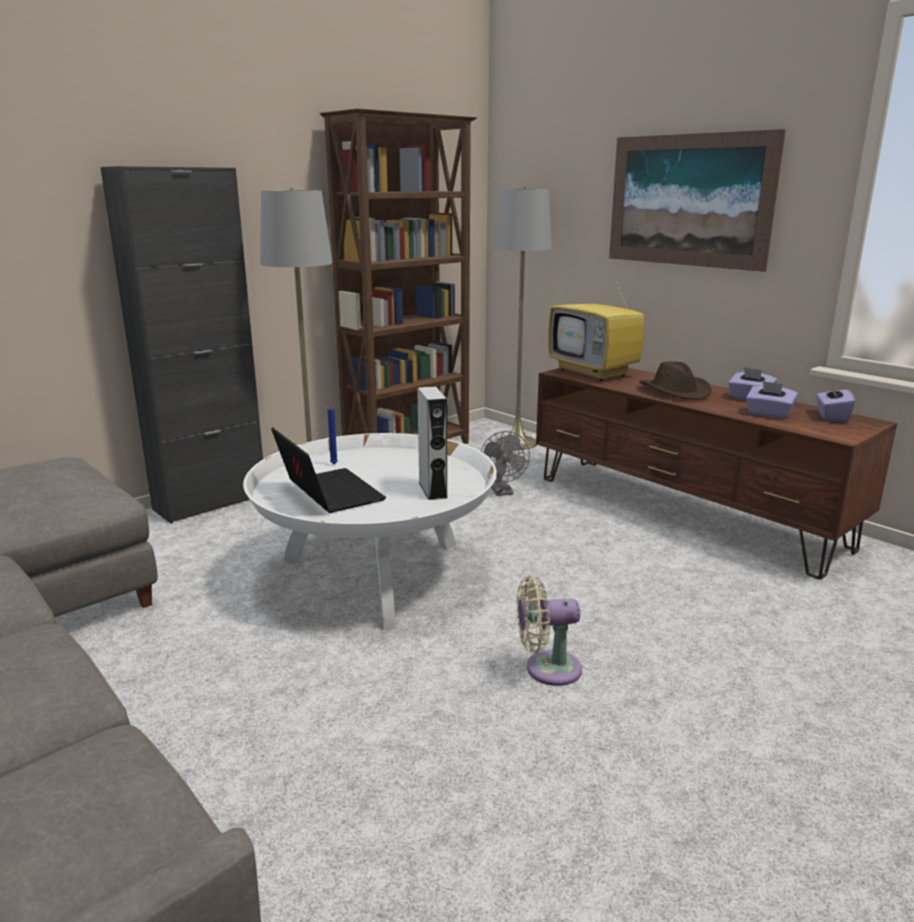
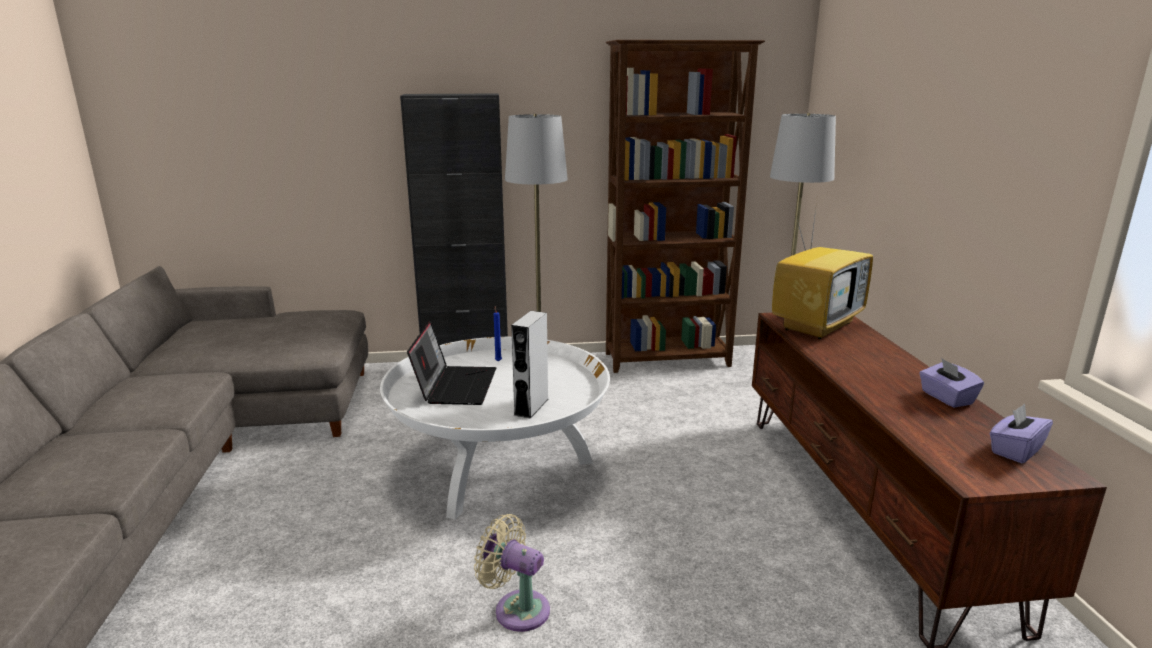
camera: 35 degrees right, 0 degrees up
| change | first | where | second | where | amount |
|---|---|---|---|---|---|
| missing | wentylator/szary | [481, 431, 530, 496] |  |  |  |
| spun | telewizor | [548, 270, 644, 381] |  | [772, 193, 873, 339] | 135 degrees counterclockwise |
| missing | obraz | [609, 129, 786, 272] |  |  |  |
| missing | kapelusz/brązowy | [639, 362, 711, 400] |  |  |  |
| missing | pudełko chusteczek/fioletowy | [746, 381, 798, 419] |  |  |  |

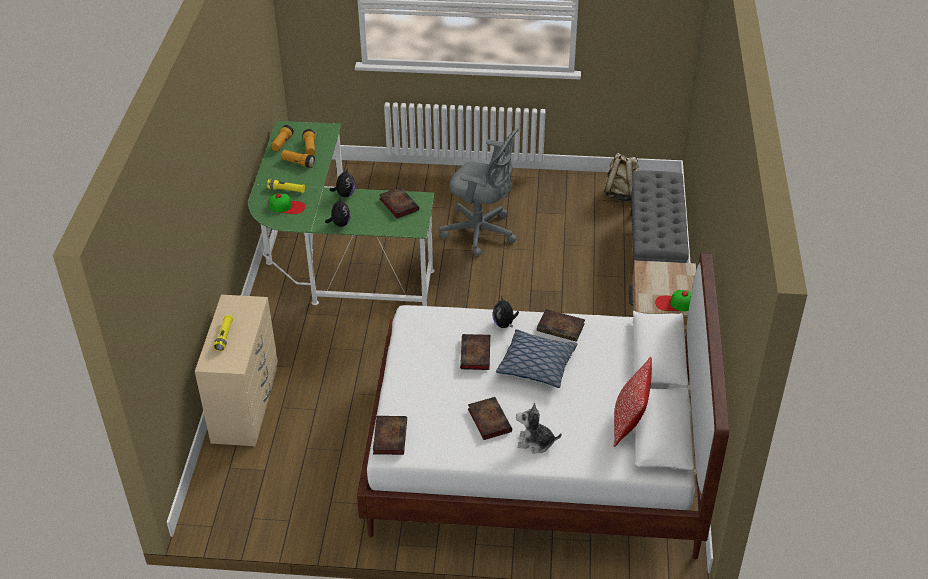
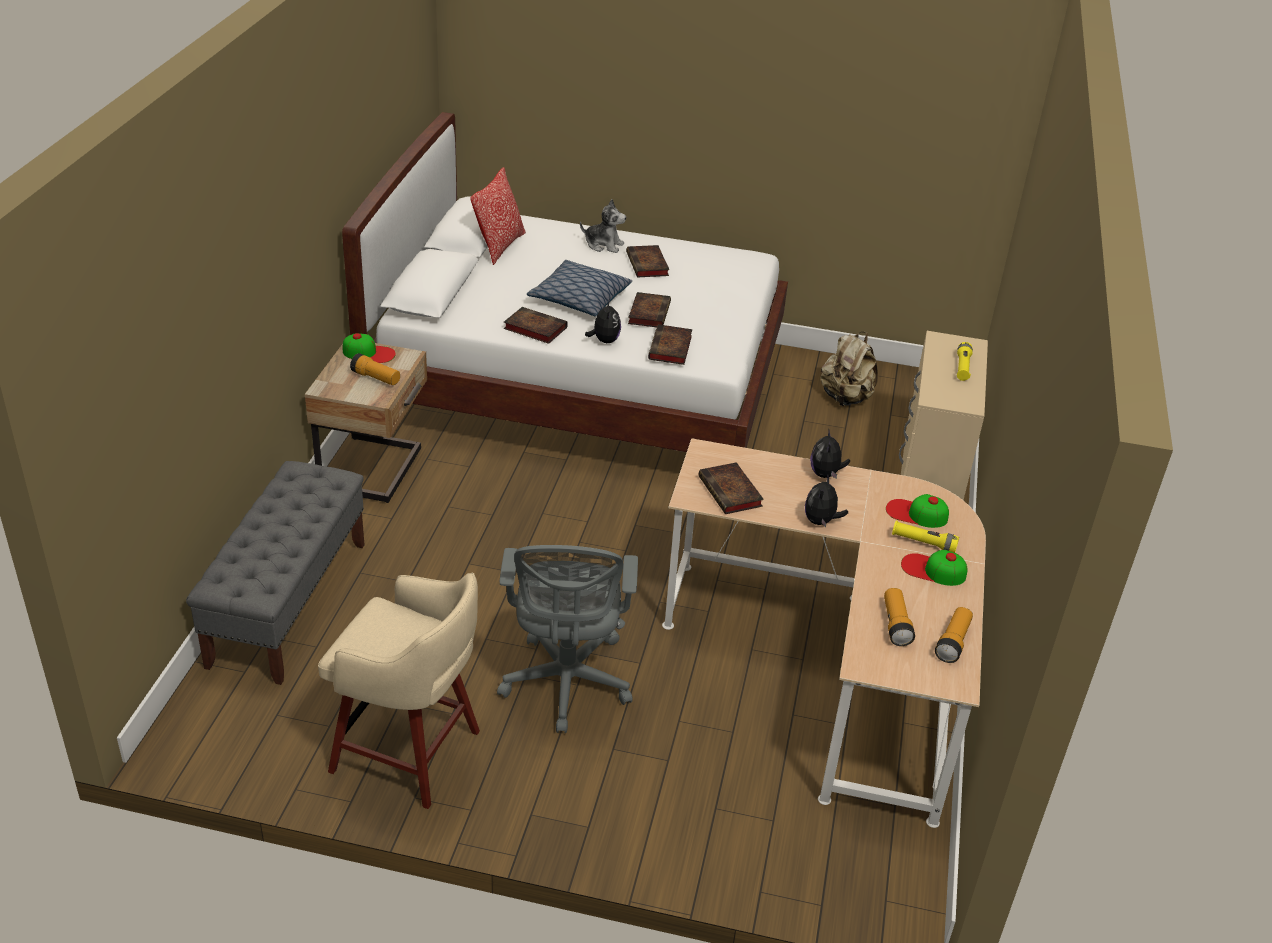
camera: 175 degrees left, 5 degrees down
| change | first | where | second | where | amount |
|---|---|---|---|---|---|
| colour | biurko/zielony | [248, 121, 435, 306] | biurko/beżowy | [662, 438, 986, 828] |  |
| relocated | latarka | [281, 150, 315, 168] |  | [350, 353, 400, 385] |  |
| relocated | książka | [373, 416, 407, 455] |  | [648, 324, 692, 365] |  |
| spun | krzesło biurowe/szary | [439, 128, 519, 256] |  | [497, 545, 638, 733] | 120 degrees counterclockwise |
| relocated | plecak/beżowy | [604, 153, 640, 201] |  | [820, 332, 878, 406] |  |
| appeared |  |  | stołek/beżowy | [318, 572, 480, 809] |  |
| appeared |  |  | czapka z daszkiem | [901, 550, 968, 586] |  |

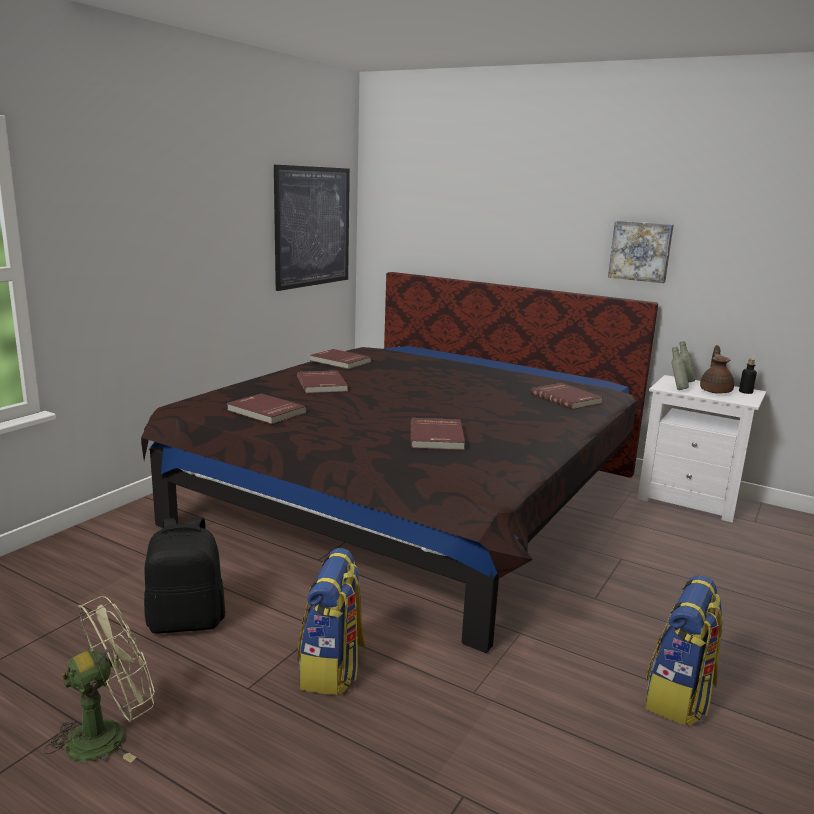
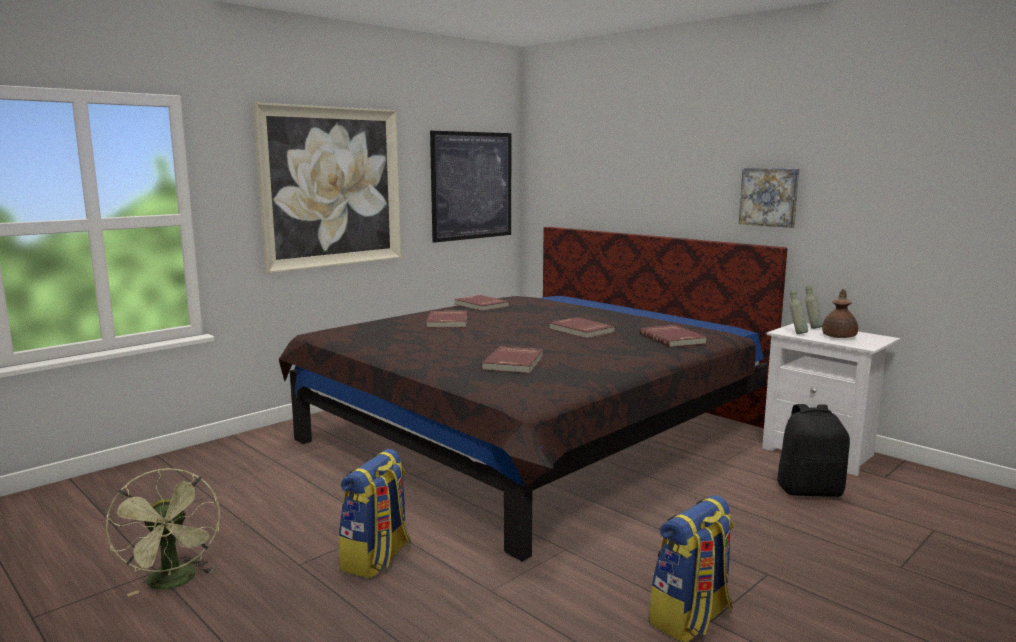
camera: 15 degrees right, 5 degrees down
| change | first | where | second | where | amount |
|---|---|---|---|---|---|
| spun | wentylator/zielony | [44, 596, 155, 762] |  | [106, 468, 220, 597] | 90 degrees clockwise |
| relocated | plecak/czarny | [144, 517, 225, 634] |  | [777, 404, 850, 497] |  |
| relocated | książka/czerwony | [227, 393, 307, 424] |  | [549, 317, 616, 339] |  |
| missing | butelka | [739, 359, 757, 394] |  |  |  |
| appeared |  |  | obraz | [252, 102, 401, 273] |  |

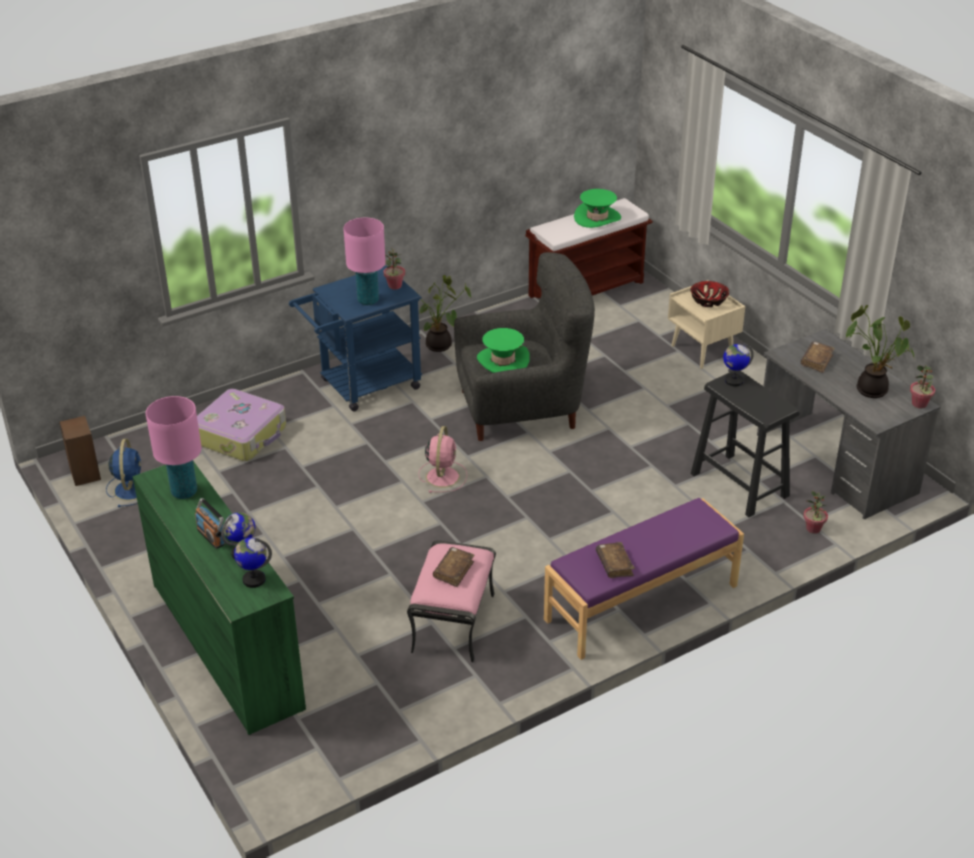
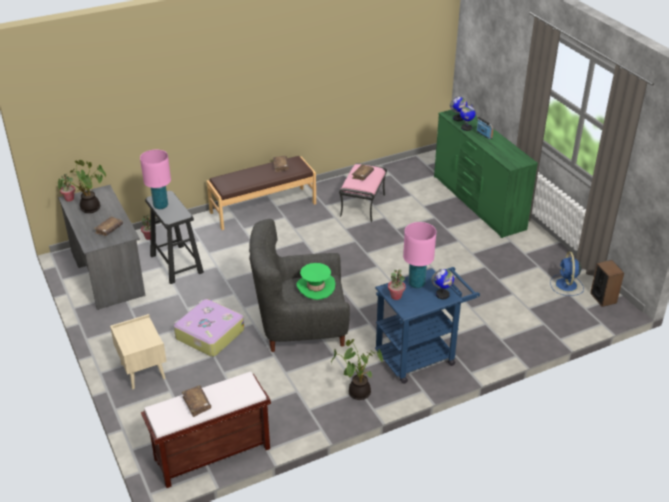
camera: 175 degrees left, 0 degrees up
| change | first | where | second | where | amount |
|---|---|---|---|---|---|
| relocated | lampa stołowa/różowy | [146, 396, 202, 499] |  | [140, 149, 171, 209] |  |
| relocated | walizka | [197, 389, 286, 461] |  | [174, 299, 244, 357] |  |
| missing | wentylator/różowy | [418, 426, 467, 493] |  |  |  |
| colour | ławka/fioletowy | [544, 498, 744, 660] | ławka/brązowy | [207, 156, 316, 230] |  |
| exchanged | kapelusz/zielony | [574, 189, 621, 228] | książka/brązowy | [182, 386, 211, 417] |  |
| missing | miska | [690, 281, 729, 307] |  |  |  |
| relocated | globus | [723, 343, 754, 387] |  | [431, 269, 454, 299] |  |

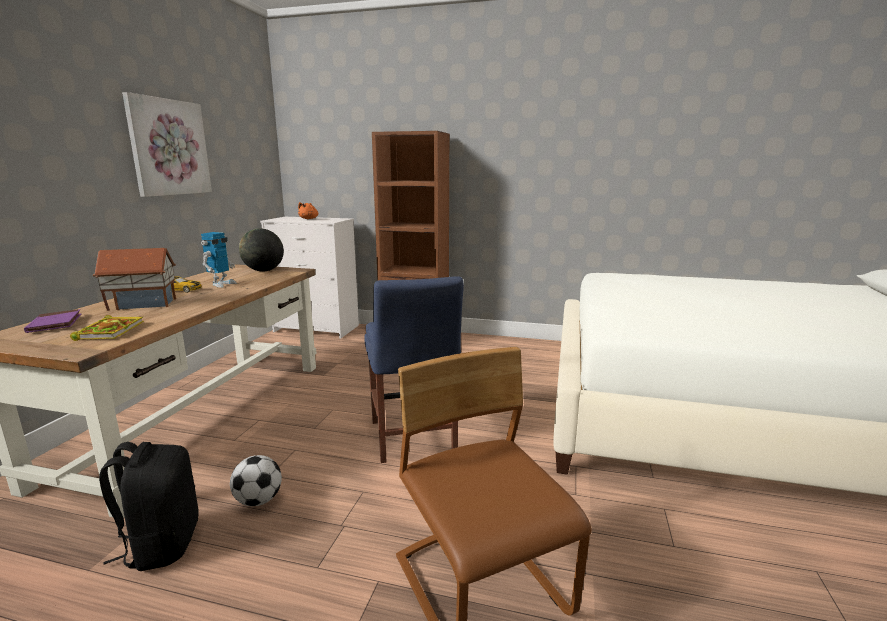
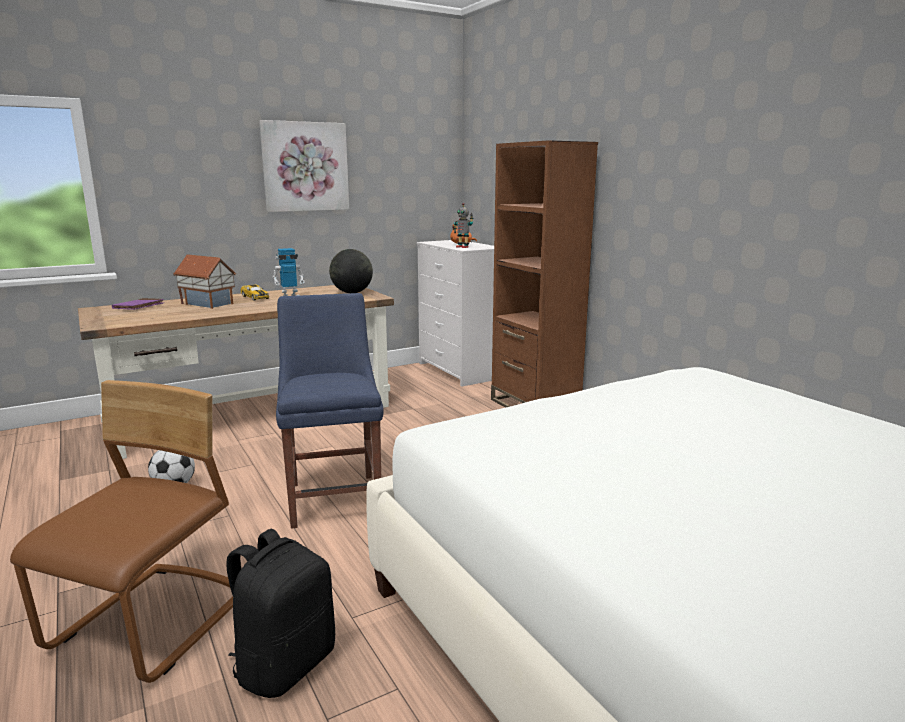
camera: 45 degrees right, 0 degrees up
| change | first | where | second | where | amount |
|---|---|---|---|---|---|
| missing | książka | [70, 315, 144, 341] |  |  |  |
| relocated | plecak/czarny | [99, 442, 198, 571] |  | [226, 529, 335, 698] |  |
| spun | krzesło/niebieski | [364, 276, 464, 463] |  | [276, 293, 383, 529] | 135 degrees clockwise |
| appeared |  |  | robot zabawkowy | [453, 203, 474, 248] |  |

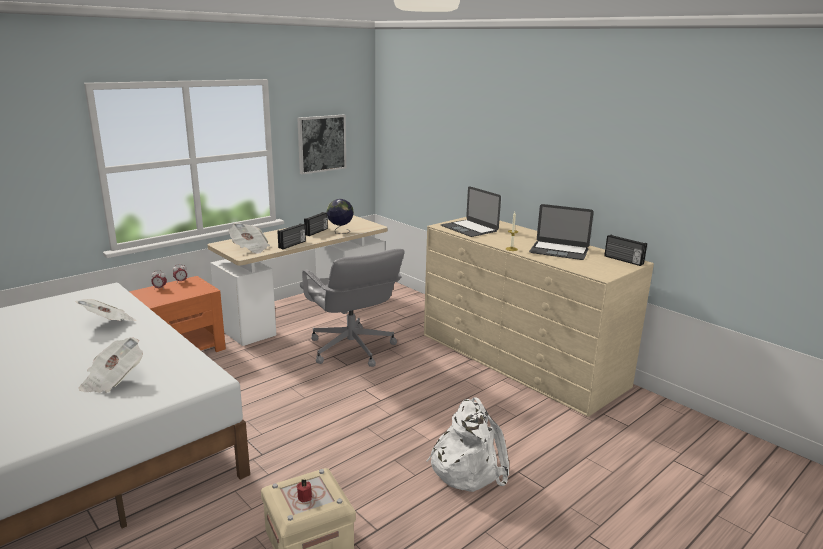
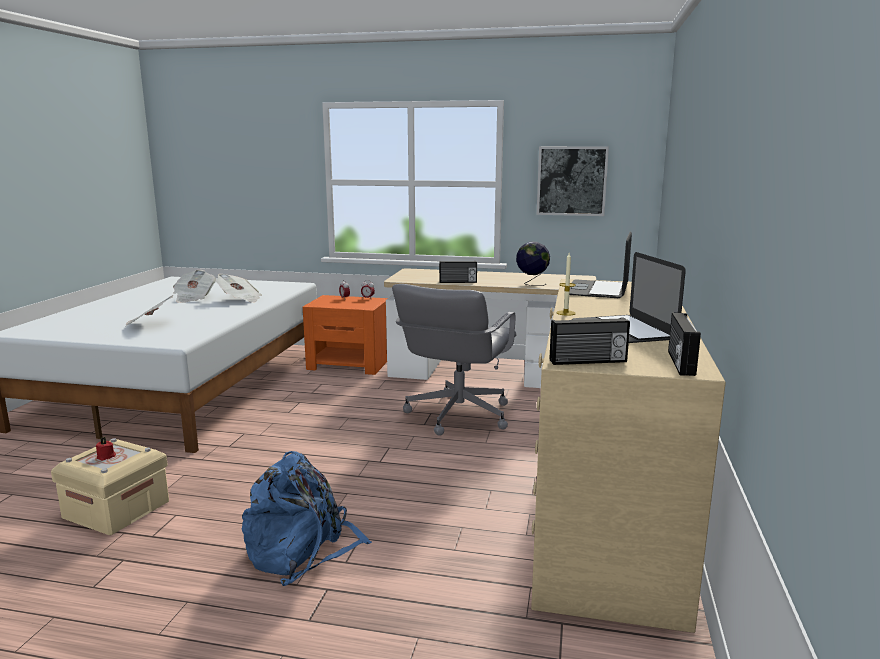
camera: 55 degrees right, 5 degrees down
| change | first | where | second | where | amount |
|---|---|---|---|---|---|
| relocated | gazeta | [228, 223, 270, 254] |  | [173, 270, 216, 303] |  |
| relocated | radio | [304, 212, 328, 236] |  | [549, 318, 630, 365] |  |
| colour | plecak/biały | [426, 397, 509, 492] | plecak/niebieski | [242, 451, 372, 586] |  |

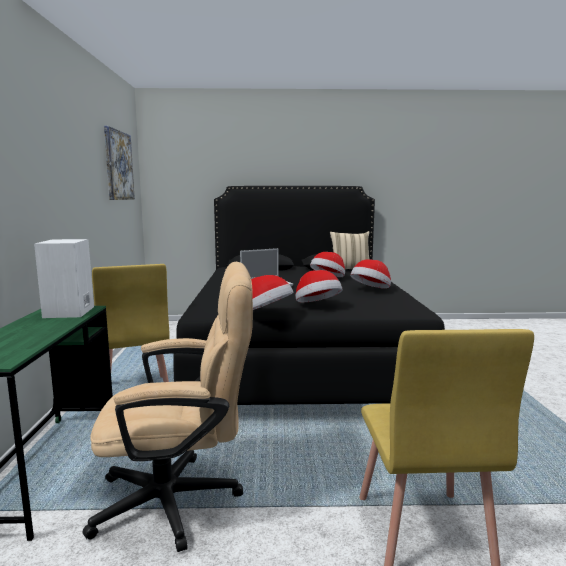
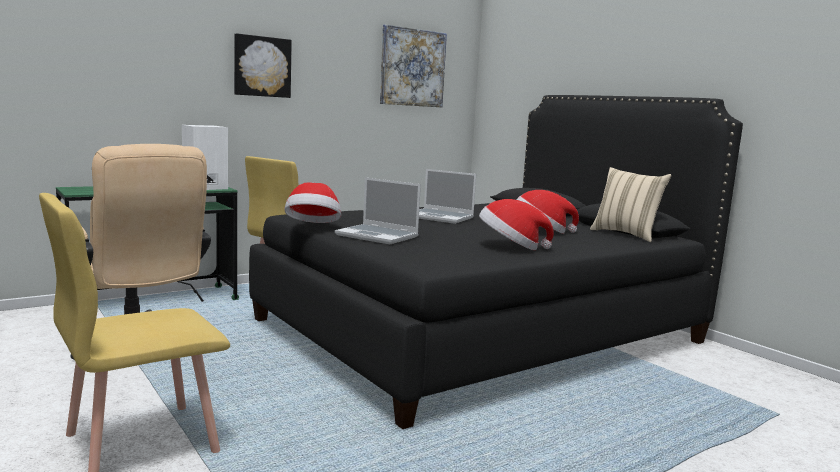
camera: 55 degrees right, 0 degrees up
| change | first | where | second | where | amount |
|---|---|---|---|---|---|
| exchanged | kapelusz | [295, 270, 343, 302] | laptop | [335, 177, 421, 244] |  |
| appeared |  |  | obraz | [234, 33, 292, 98] |  |

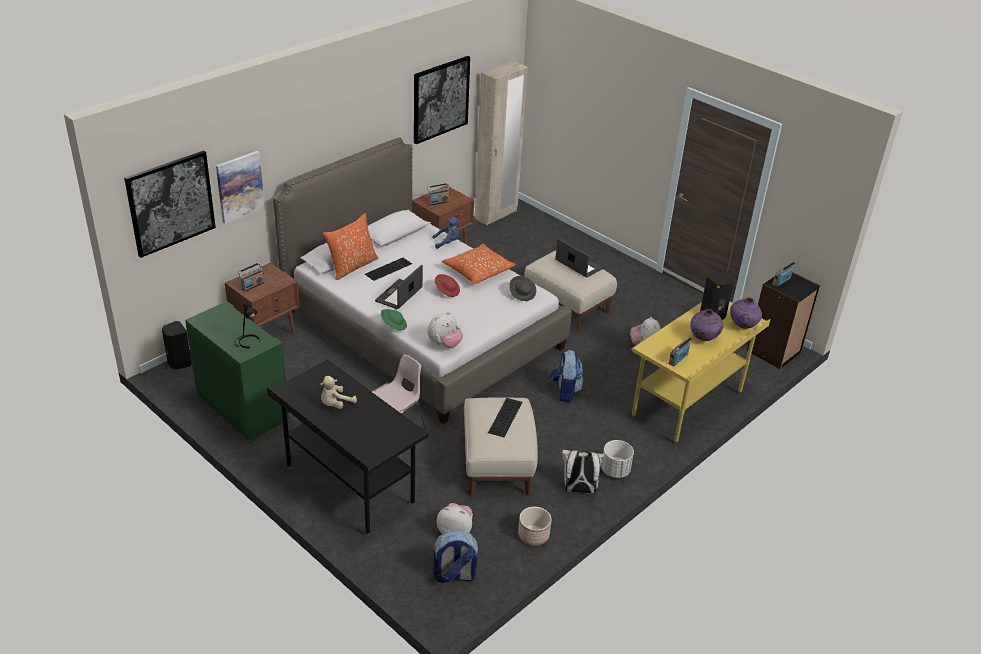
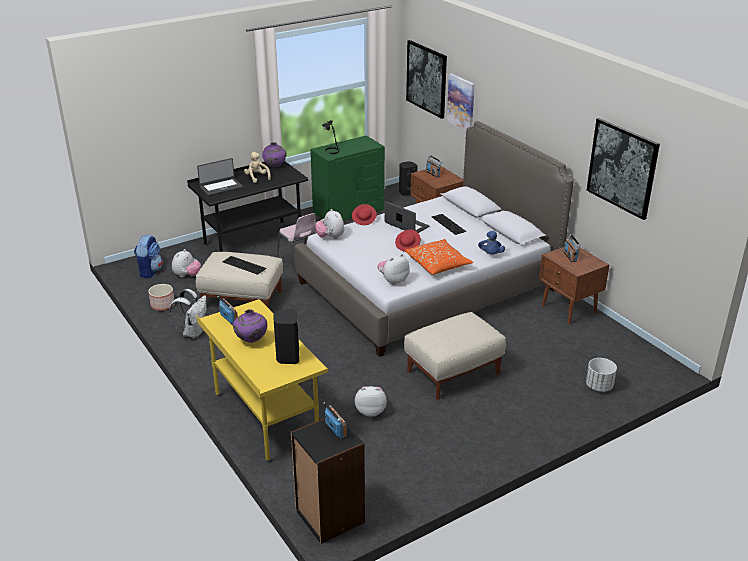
camera: 105 degrees right, 5 degrees down
| change | first | where | second | where | amount |
|---|---|---|---|---|---|
| missing | poduszka/pomarańczowy | [323, 213, 379, 280] |  |  |  |
| colour | kapelusz/zielony | [381, 309, 407, 330] | kapelusz/czerwony | [352, 204, 377, 225] |  |
| missing | szafa/beżowy | [475, 61, 528, 225] |  |  |  |
| exchanged | kapelusz/szary | [509, 276, 536, 301] | pluszak | [377, 254, 410, 285] |  |
| missing | plecak | [549, 350, 584, 403] |  |  |  |
| relocated | laptop | [555, 238, 603, 278] |  | [197, 158, 243, 196] |  |
| relocated | donica/biały | [601, 440, 634, 478] |  | [586, 358, 617, 392] |  |
| relocated | wazon/fioletowy | [730, 297, 762, 329] |  | [262, 142, 287, 167] |  |

